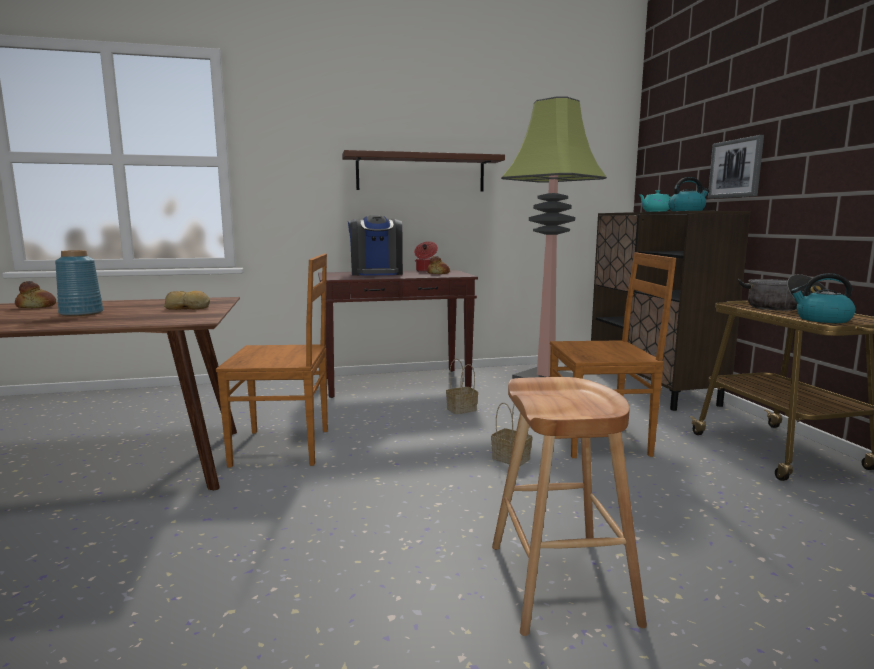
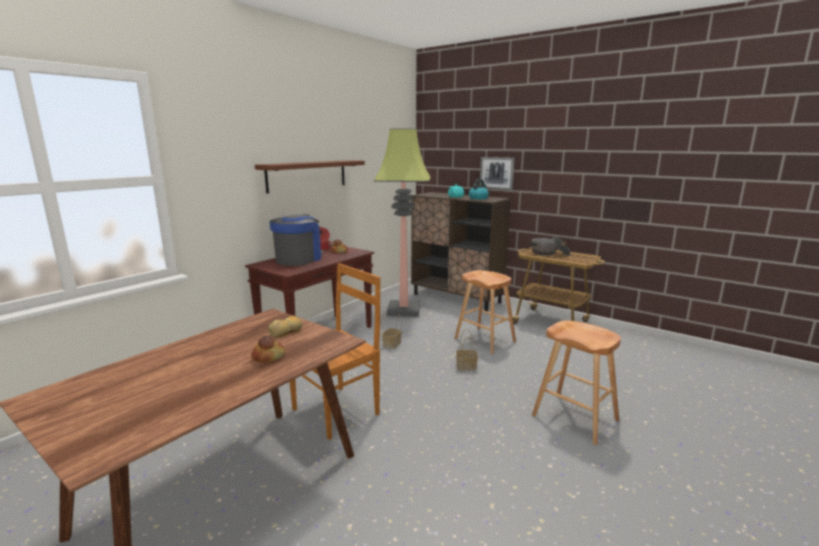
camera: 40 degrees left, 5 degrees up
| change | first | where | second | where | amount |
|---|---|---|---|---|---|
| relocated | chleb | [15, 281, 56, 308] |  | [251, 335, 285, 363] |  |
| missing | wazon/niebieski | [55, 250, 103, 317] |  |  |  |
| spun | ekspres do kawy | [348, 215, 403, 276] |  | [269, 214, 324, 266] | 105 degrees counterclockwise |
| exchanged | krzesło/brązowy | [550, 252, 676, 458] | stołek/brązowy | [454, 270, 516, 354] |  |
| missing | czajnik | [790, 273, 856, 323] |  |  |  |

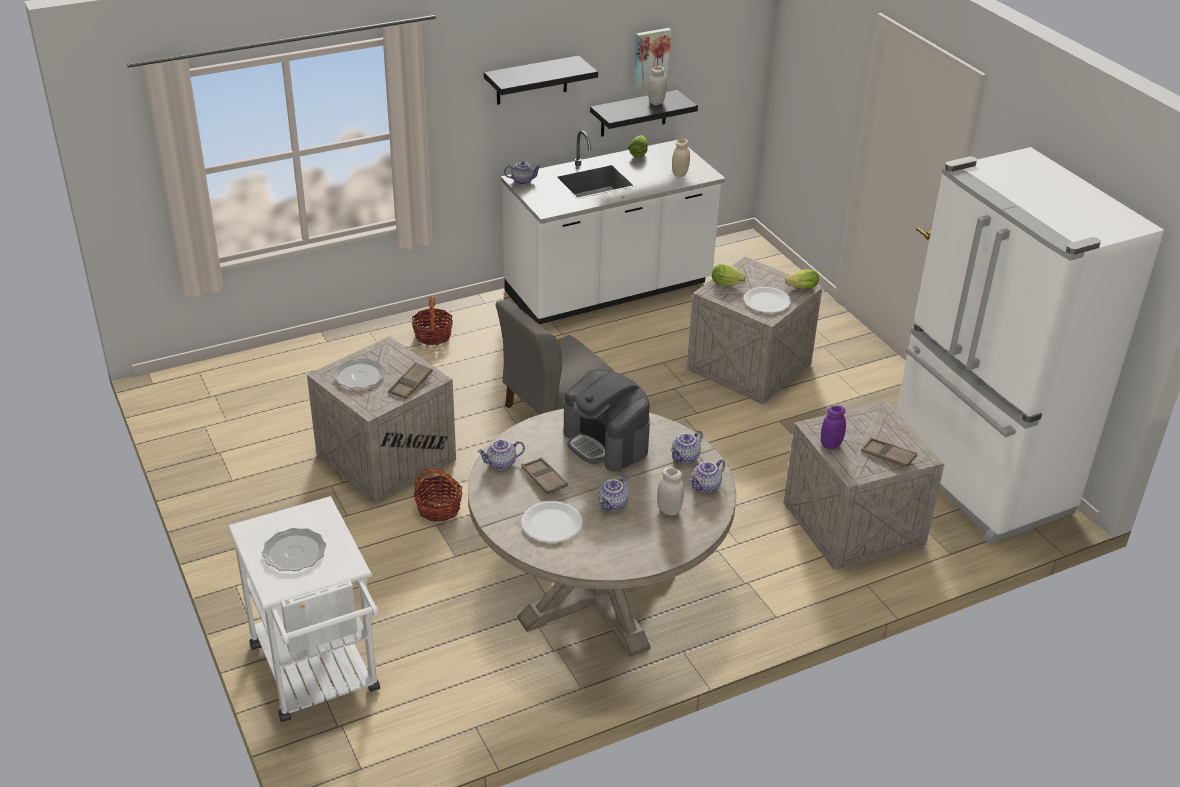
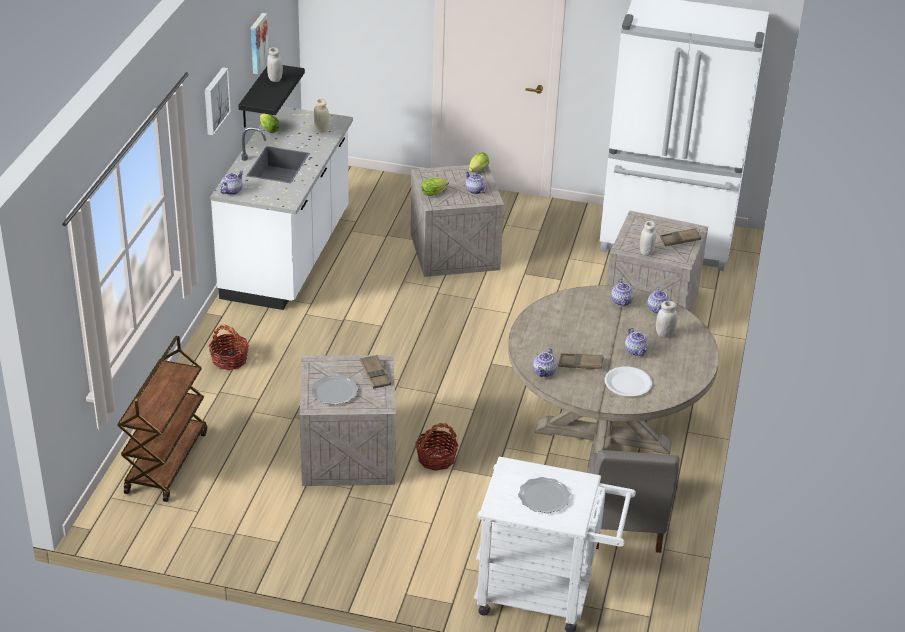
camera: 50 degrees left, 0 degrees up
| change | first | where | second | where | amount |
|---|---|---|---|---|---|
| exchanged | półka/czarny | [484, 56, 598, 105] | obraz | [205, 67, 231, 136] |  |
| relocated | krzesło/szary | [496, 300, 614, 415] |  | [590, 450, 679, 553] |  |
| missing | ekspres do kawy | [564, 369, 650, 472] |  |  |  |
| exchanged | talerz/biały | [744, 287, 791, 313] | imbryk | [465, 171, 487, 194] |  |
| colour | słoik/fioletowy | [821, 405, 846, 449] | słoik/biały | [640, 221, 656, 256] |  |
| appeared |  |  | wózek/brązowy | [117, 336, 207, 502] |  |

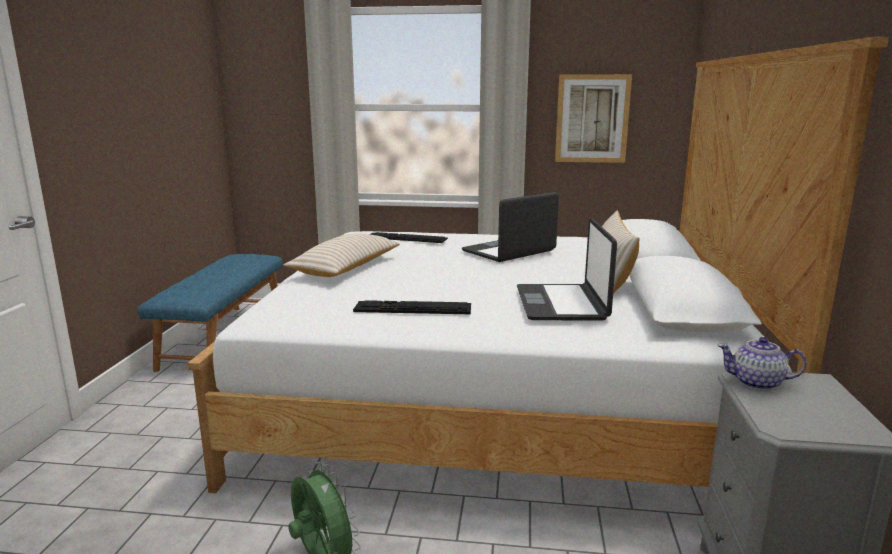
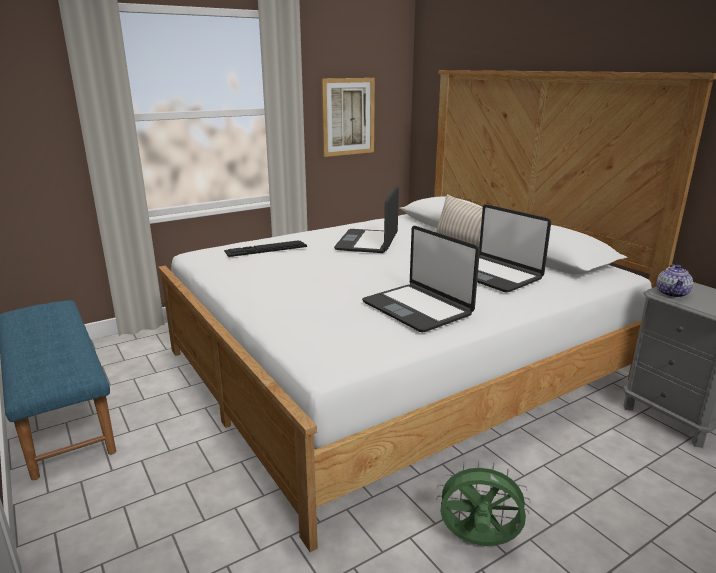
camera: 40 degrees left, 5 degrees up
| change | first | where | second | where | amount |
|---|---|---|---|---|---|
| missing | poduszka/beżowy | [283, 233, 400, 277] |  |  |  |
| exchanged | klawiatura | [353, 300, 471, 314] | laptop | [362, 226, 480, 332] |  |
| spun | imbryk | [717, 337, 807, 390] |  | [656, 264, 693, 298] | 45 degrees counterclockwise |

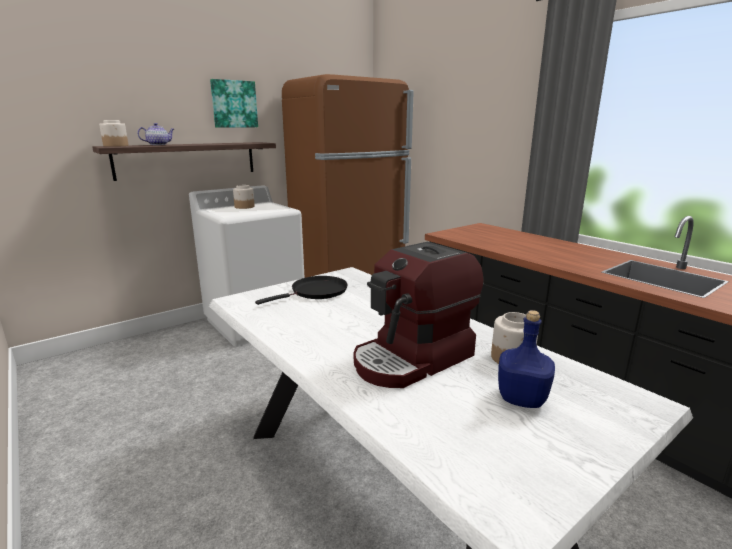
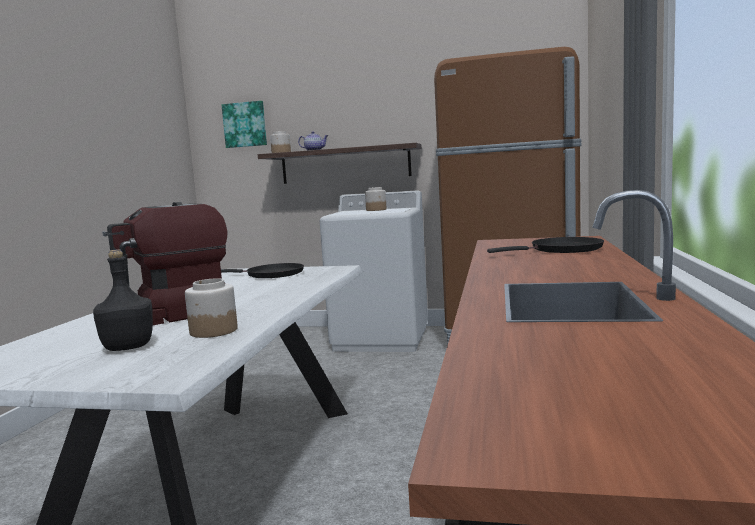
camera: 50 degrees right, 10 degrees down
| change | first | where | second | where | amount |
|---|---|---|---|---|---|
| relocated | obraz | [210, 79, 258, 128] |  | [222, 101, 267, 148] |  |
| spun | ekspres do kawy | [354, 241, 483, 388] |  | [102, 202, 227, 325] | 45 degrees counterclockwise |
| colour | butelka/niebieski | [498, 310, 555, 408] | butelka/czarny | [93, 249, 153, 351] |  |
| appeared |  |  | patelnia/czarny | [487, 237, 604, 253] |  |

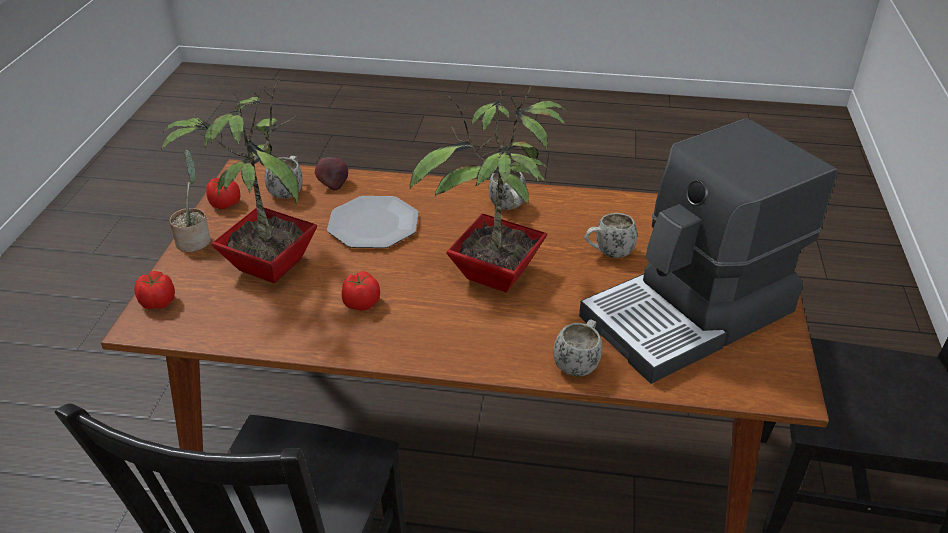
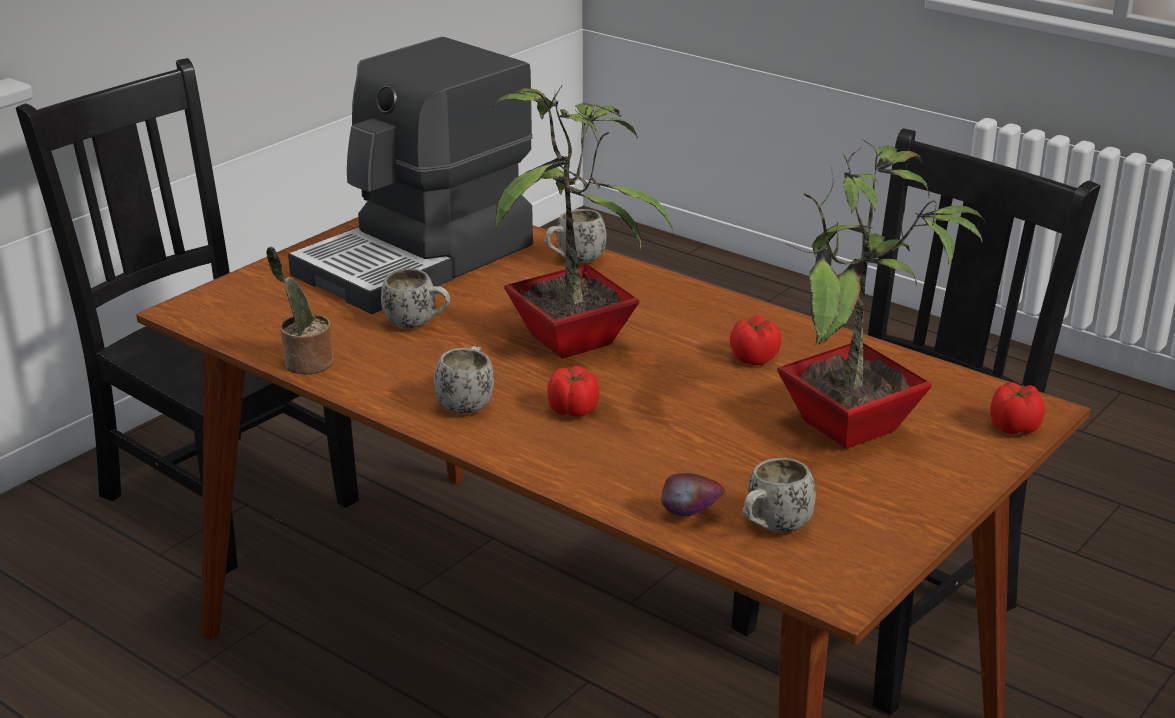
camera: 150 degrees left, 10 degrees down
| change | first | where | second | where | amount |
|---|---|---|---|---|---|
| relocated | roślina doniczkowa | [169, 149, 211, 252] |  | [266, 246, 333, 375] |  |
| relocated | pomidor | [206, 178, 240, 209] |  | [547, 366, 599, 417] |  |
| missing | talerz | [327, 196, 418, 248] |  |  |  |
| spun | ekspres do kawy | [579, 118, 838, 384] |  | [288, 37, 533, 314] | 135 degrees clockwise |

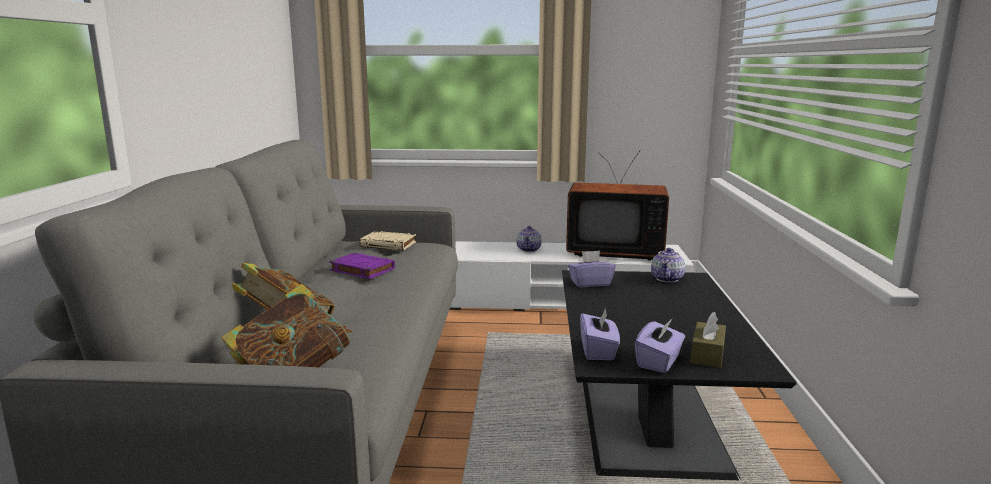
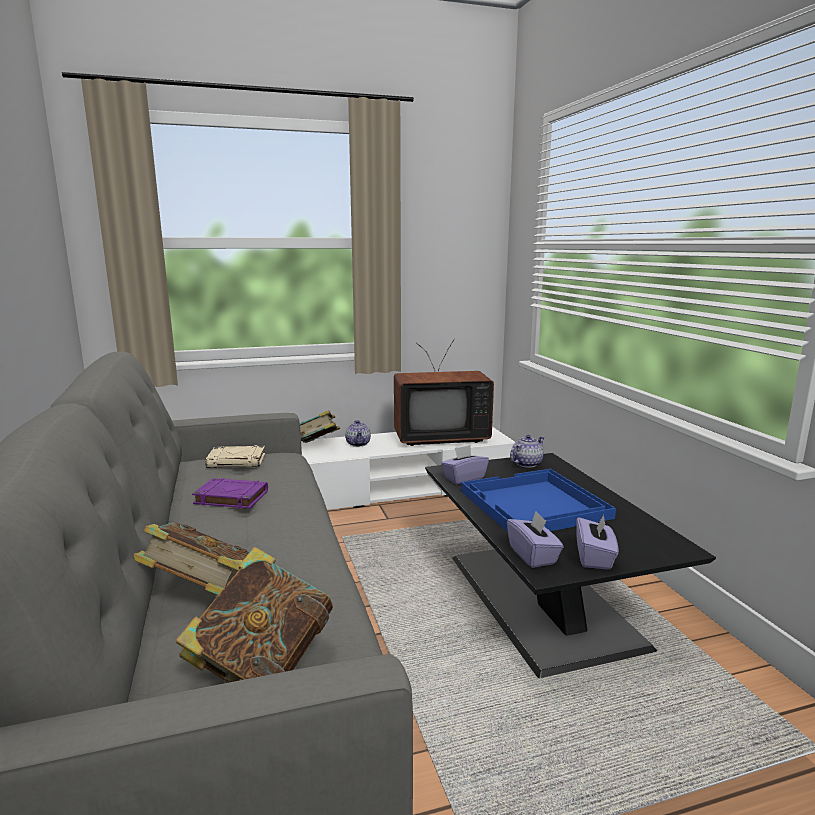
camera: 20 degrees left, 0 degrees up
| change | first | where | second | where | amount |
|---|---|---|---|---|---|
| spun | imbryk | [651, 248, 685, 283] |  | [510, 435, 545, 468] | 135 degrees counterclockwise |
| missing | pudełko chusteczek/brązowy | [690, 312, 726, 368] |  |  |  |
| appeared |  |  | książka | [300, 410, 340, 443] |  |
| appeared |  |  | taca/niebieski | [461, 469, 616, 532] |  |

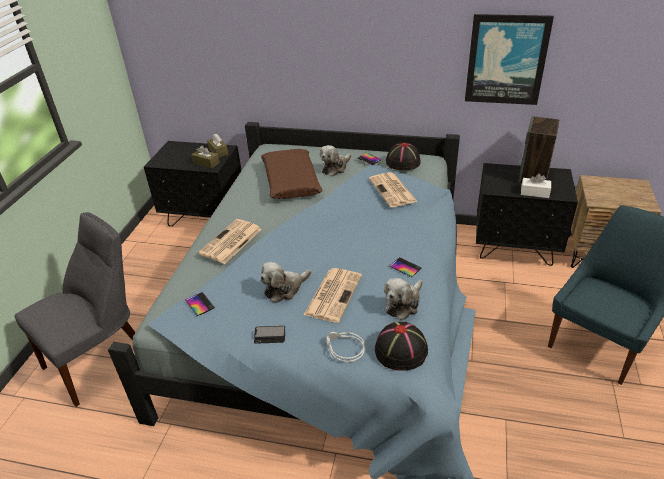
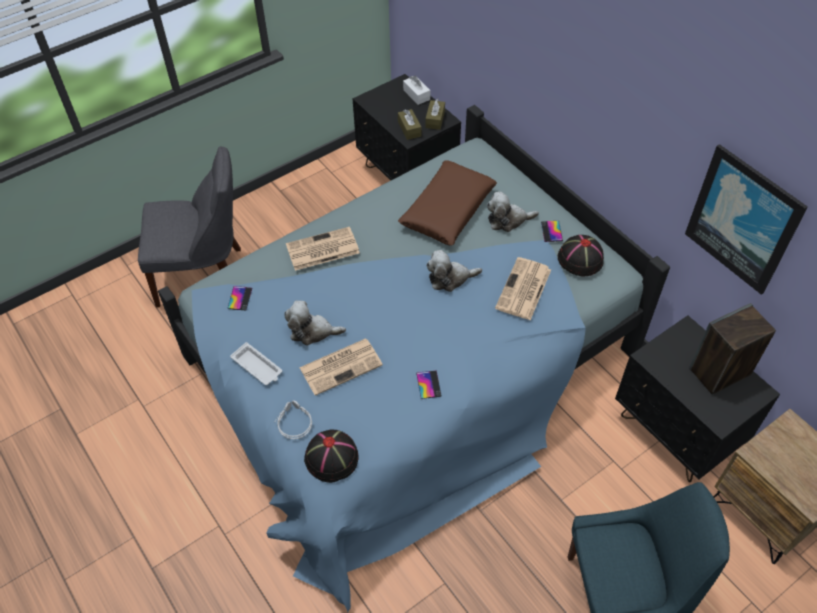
camera: 40 degrees right, 15 degrees up
| change | first | where | second | where | amount |
|---|---|---|---|---|---|
| exchanged | telefon | [254, 326, 285, 344] | taca/biały | [230, 342, 282, 385] |  |
| relocated | pluszak | [384, 278, 423, 321] |  | [426, 250, 482, 292] |  |
| relocated | pudełko chusteczek/biały | [521, 174, 551, 198] |  | [403, 76, 430, 105] |  |

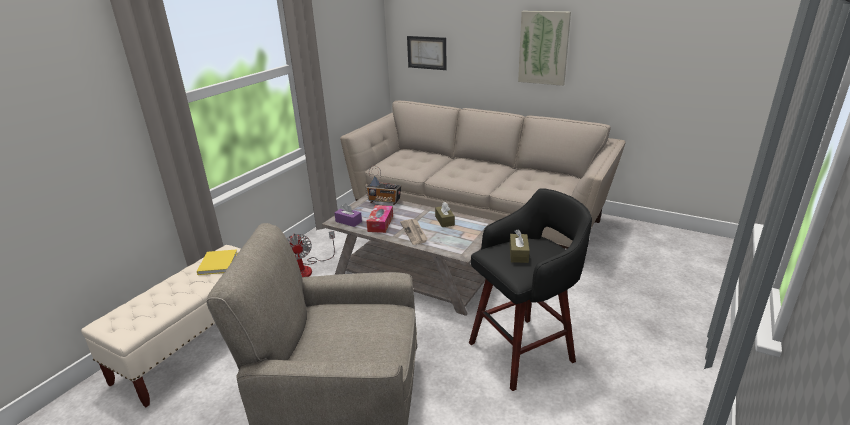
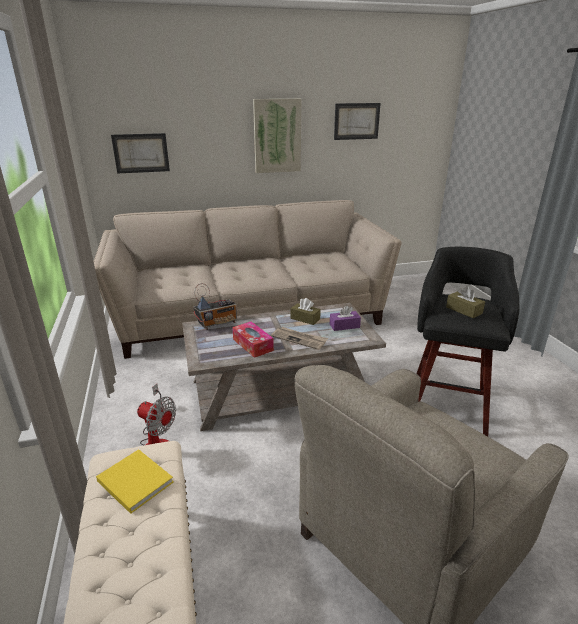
camera: 45 degrees left, 0 degrees up
| change | first | where | second | where | amount |
|---|---|---|---|---|---|
| relocated | pudełko chusteczek/fioletowy | [334, 203, 362, 227] |  | [330, 305, 361, 331] |  |
| appeared |  |  | obraz | [334, 103, 381, 140] |  |

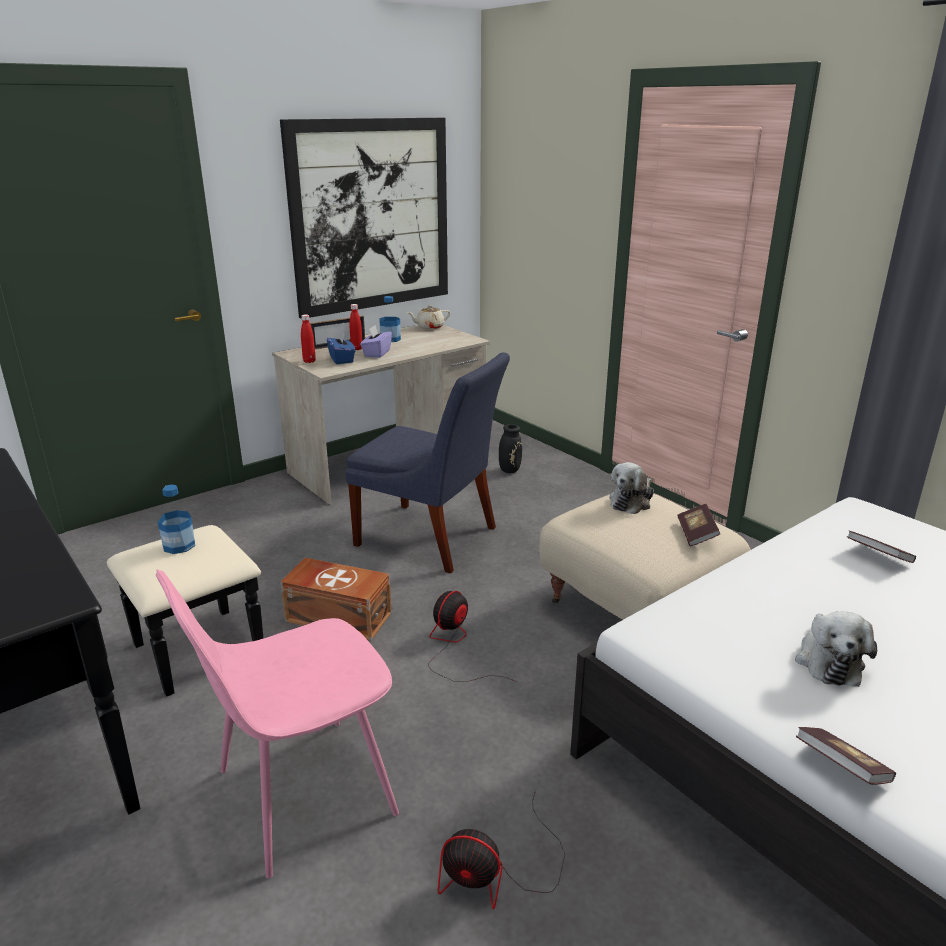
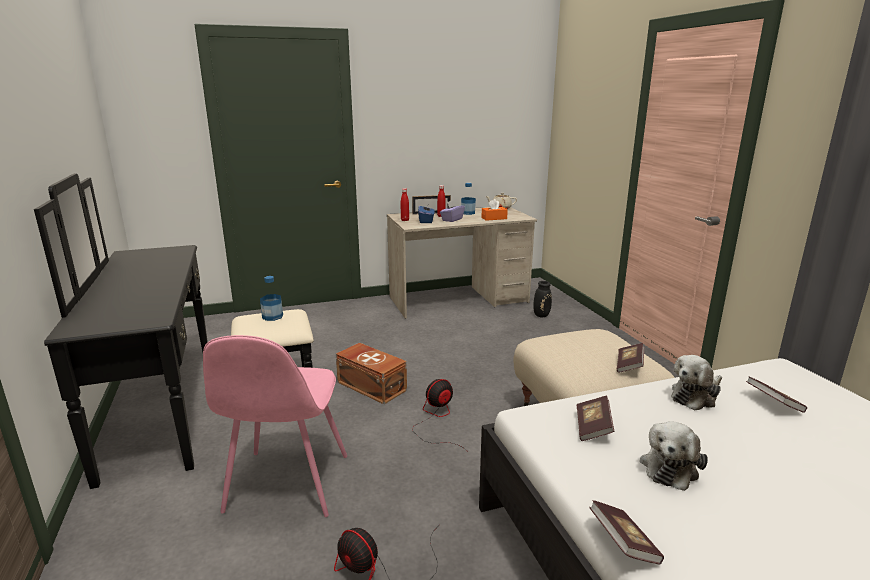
camera: 20 degrees right, 5 degrees down
| change | first | where | second | where | amount |
|---|---|---|---|---|---|
| spun | krzesło/różowy | [156, 569, 399, 878] |  | [203, 335, 347, 517] | 75 degrees counterclockwise |
| missing | obraz | [280, 118, 448, 319] |  |  |  |
| missing | krzesło/niebieski | [346, 353, 510, 573] |  |  |  |
| relocated | pluszak | [609, 462, 654, 514] |  | [671, 355, 722, 411] |  |
| appeared |  |  | pudełko chusteczek/pomarańczowy | [481, 199, 508, 221] |  |
| appeared |  |  | książka | [576, 396, 614, 441] |  |

